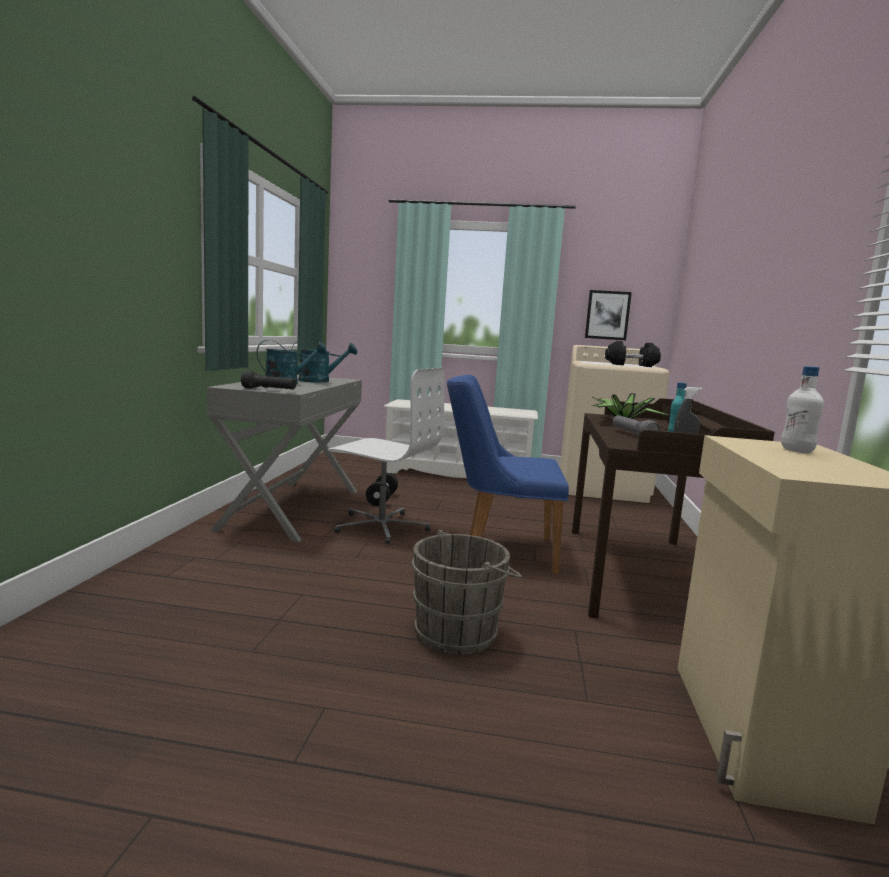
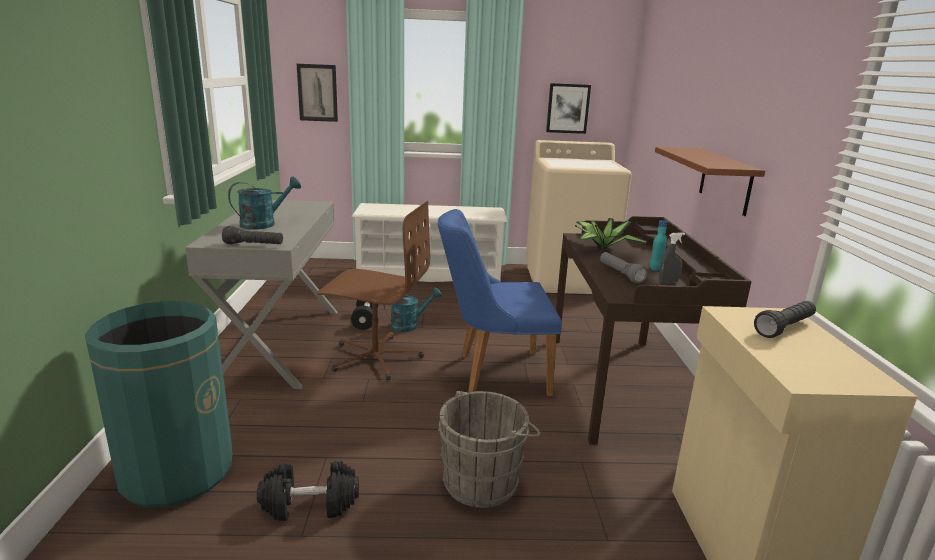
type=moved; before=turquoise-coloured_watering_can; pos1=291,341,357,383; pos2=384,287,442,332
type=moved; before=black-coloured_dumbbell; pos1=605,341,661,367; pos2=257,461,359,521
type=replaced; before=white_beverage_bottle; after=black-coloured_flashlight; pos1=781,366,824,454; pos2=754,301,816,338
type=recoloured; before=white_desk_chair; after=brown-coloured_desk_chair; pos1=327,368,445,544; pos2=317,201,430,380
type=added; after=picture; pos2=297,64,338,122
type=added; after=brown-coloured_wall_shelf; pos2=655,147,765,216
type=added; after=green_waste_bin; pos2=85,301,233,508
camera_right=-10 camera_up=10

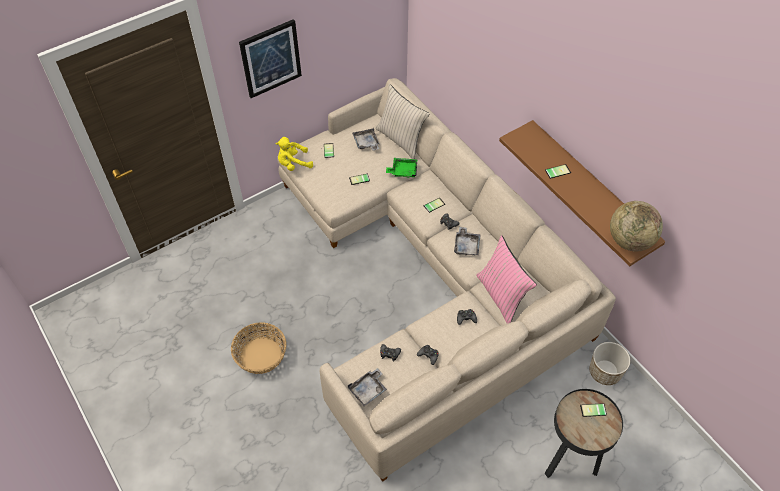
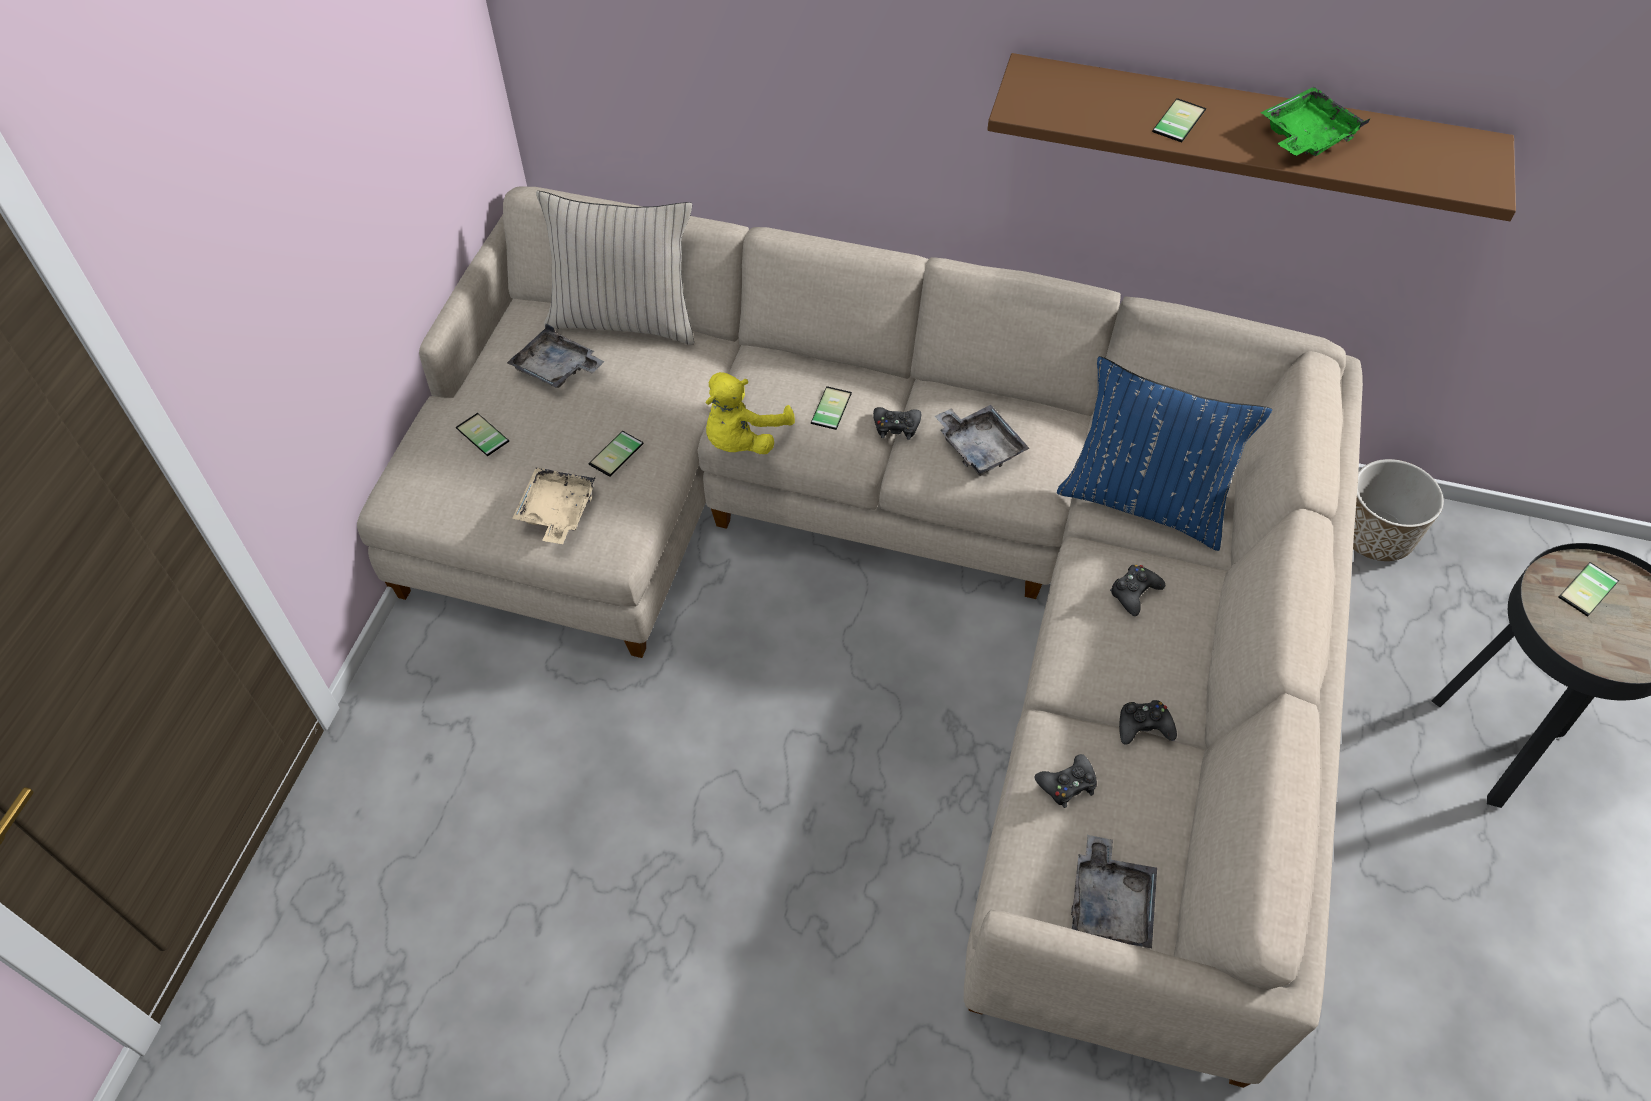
type=removed; before=picture; pos1=239,19,302,98
type=moved; before=yellow-coloured_cuddly_toy; pos1=276,137,313,171; pos2=705,372,795,454
type=moved; before=green_serving_tray; pos1=386,158,417,178; pos2=1261,87,1370,156
type=removed; before=world_globe; pos1=610,201,663,251
type=recoloured; before=pink_pillow; after=blue_pillow; pos1=477,235,537,324; pos2=1057,356,1272,551
type=removed; before=basket; pos1=231,323,286,374
type=added; after=sand-coloured_serving_tray; pos2=512,467,595,544
camera_right=-40 camera_up=0

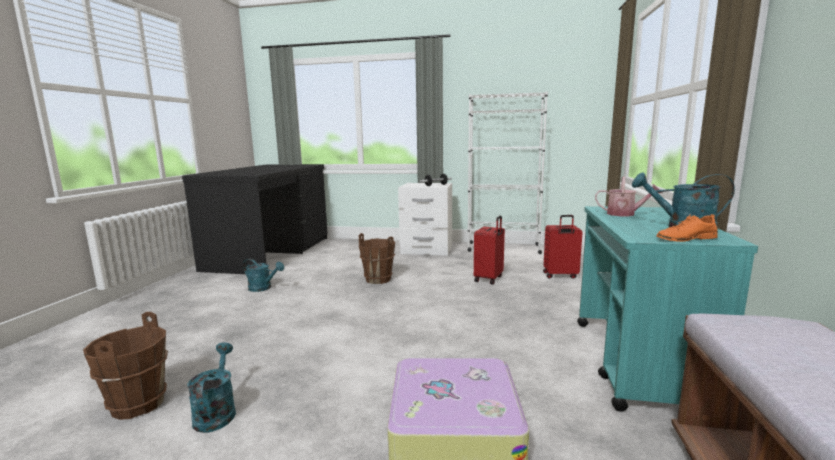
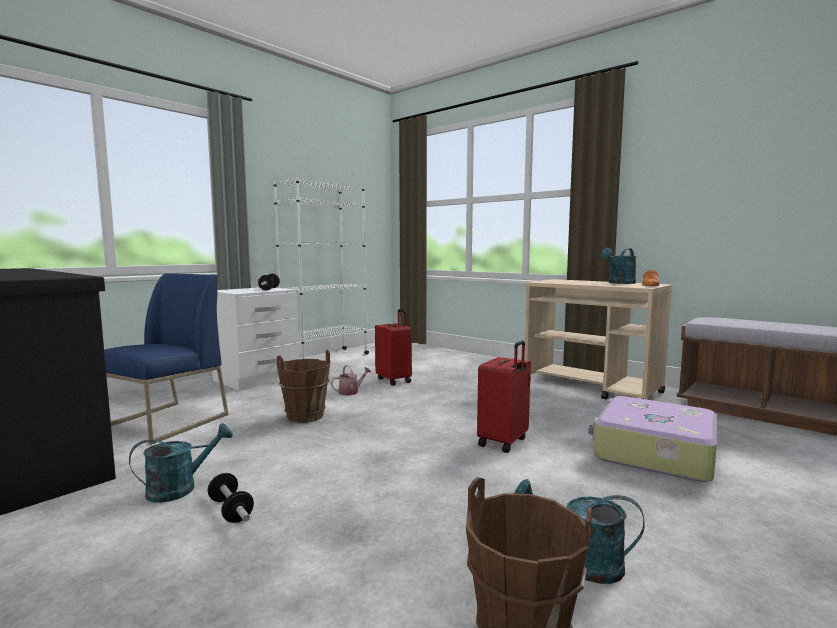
type=moved; before=watering_can; pos1=595,177,662,216; pos2=331,365,371,396
type=recoloured; before=turquoise-coloured_trolley; after=sand-coloured_trolley; pos1=577,206,758,412; pos2=524,279,673,400
type=moved; before=red_suitcase; pos1=543,215,583,279; pos2=477,340,531,453
type=added; after=blue_chair; pos2=104,273,229,445
type=added; after=dumbbell; pos2=208,473,254,523
camera_right=-60 camera_up=-5

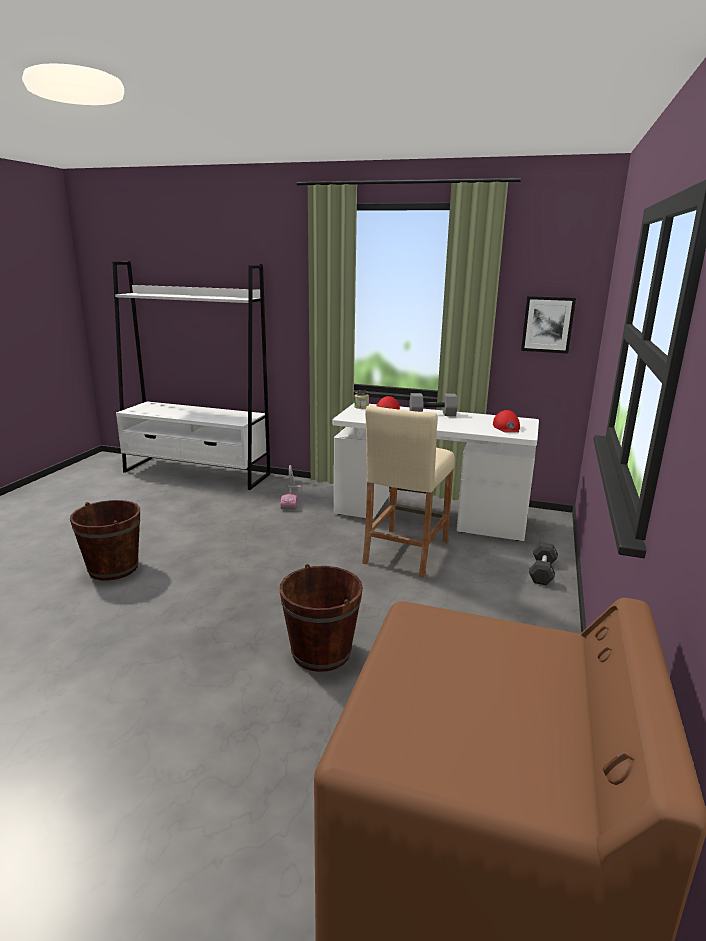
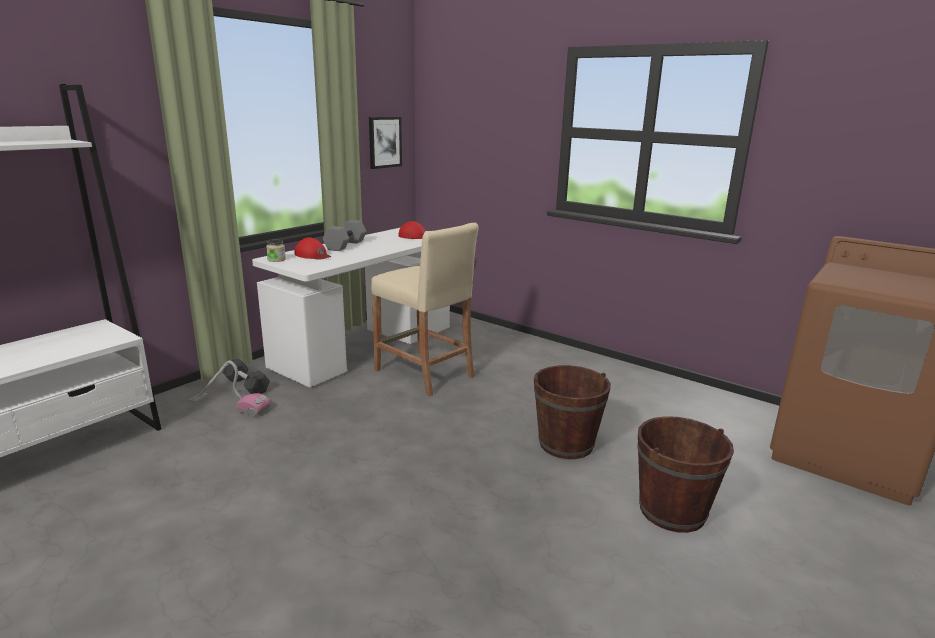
type=moved; before=brown-coloured_bucket; pos1=70,500,140,580; pos2=637,416,734,533
type=moved; before=black-coloured_dumbbell; pos1=529,542,558,586; pos2=223,359,270,394
camera_right=-70 camera_up=0

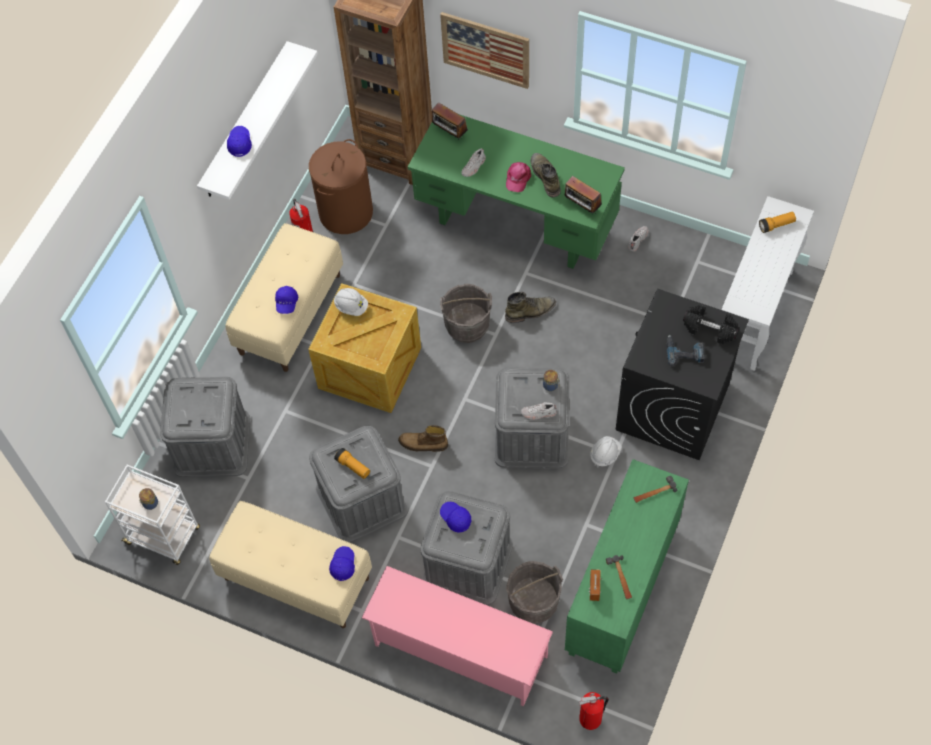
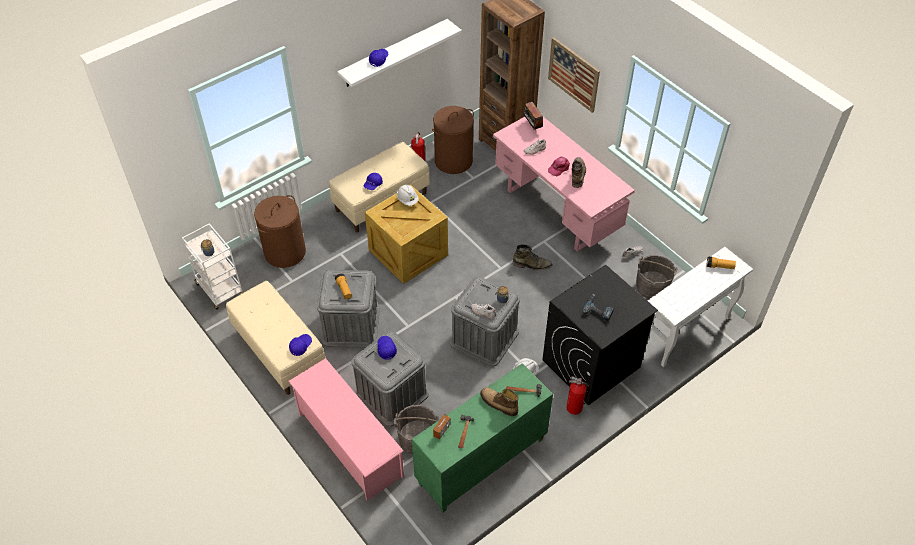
type=recoloured; before=green_desk_unit; after=pink_desk_unit; pos1=408,114,625,269; pos2=493,117,635,252
type=removed; before=radio; pos1=565,176,602,215
type=moved; before=greyish_bucket; pos1=440,284,492,343; pos2=636,255,678,299
type=removed; before=black-coloured_dumbbell; pos1=683,305,739,344
type=replaced; before=greyish_storage_container; after=brown-coloured_hamper; pos1=160,377,250,477; pos2=254,195,306,268
type=moved; before=tall_boot; pos1=398,425,448,452; pos2=480,387,518,416
type=moved; before=fire_extinguisher; pos1=579,692,609,730; pos2=567,376,590,415
camera_right=25 camera_up=-10

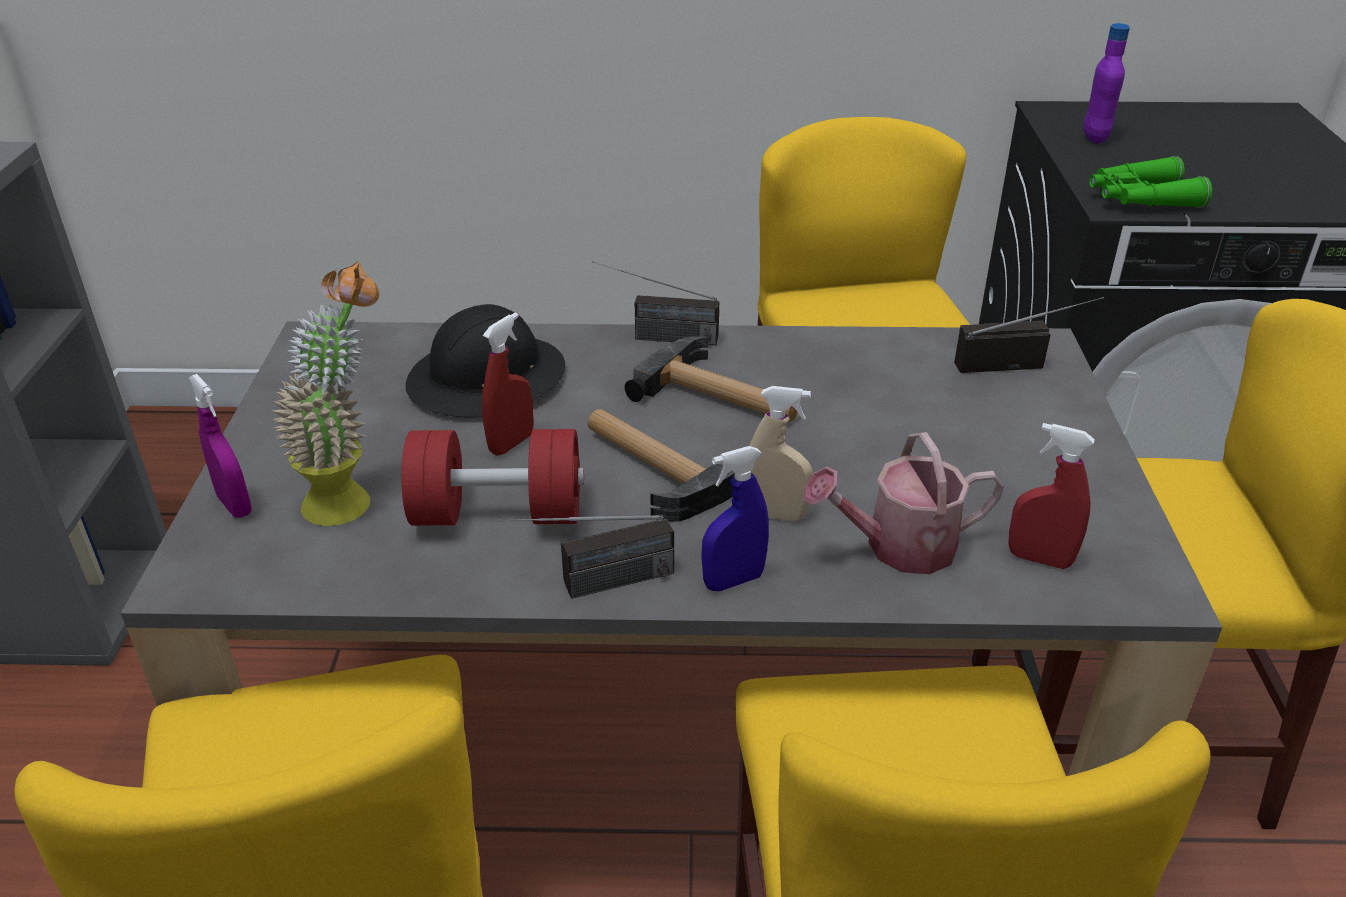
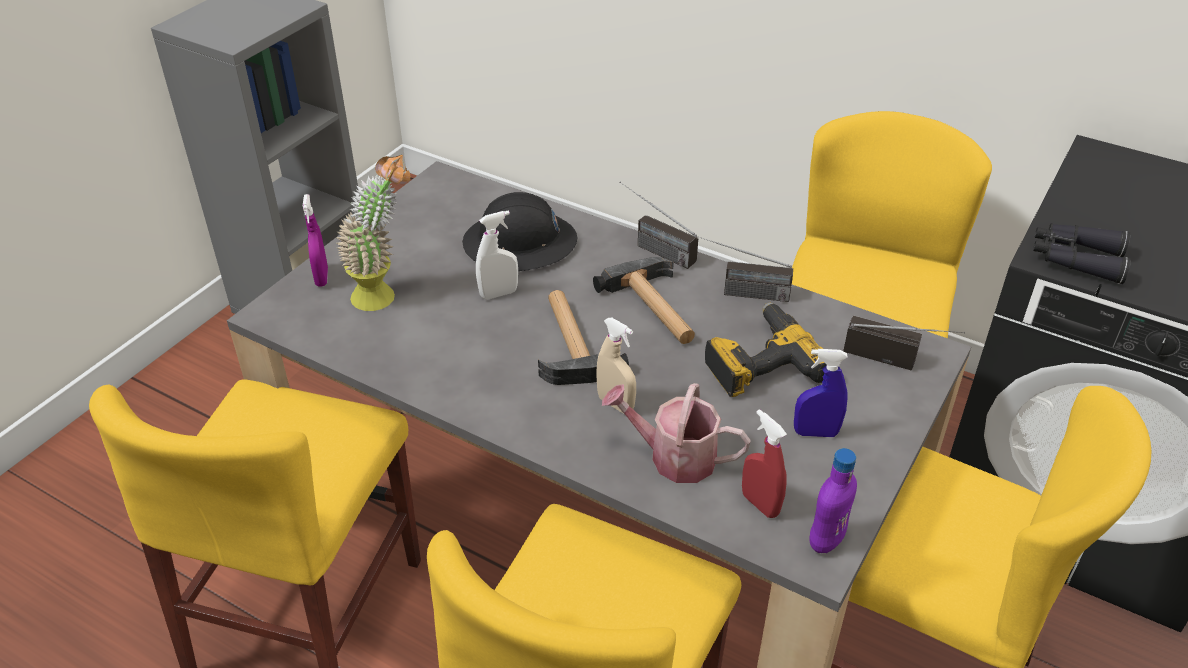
type=moved; before=purple_beverage_bottle; pos1=1083,23,1130,143; pos2=809,448,857,553
type=recoloured; before=green_binoculars; after=black-coloured_binoculars; pos1=1089,156,1212,208; pos2=1033,223,1131,284
type=recoloured; before=red_sprayer; after=white_sprayer; pos1=482,312,534,456; pos2=476,210,518,299
type=removed; before=red_dumbbell; pos1=401,429,584,526
type=moved; before=blue_sprayer; pos1=701,446,769,591; pos2=794,349,848,437
type=moved; before=radio; pos1=497,515,675,599; pos2=694,235,793,302
type=added; after=electric_drill; pos2=705,303,826,397
camera_right=30 camera_up=5

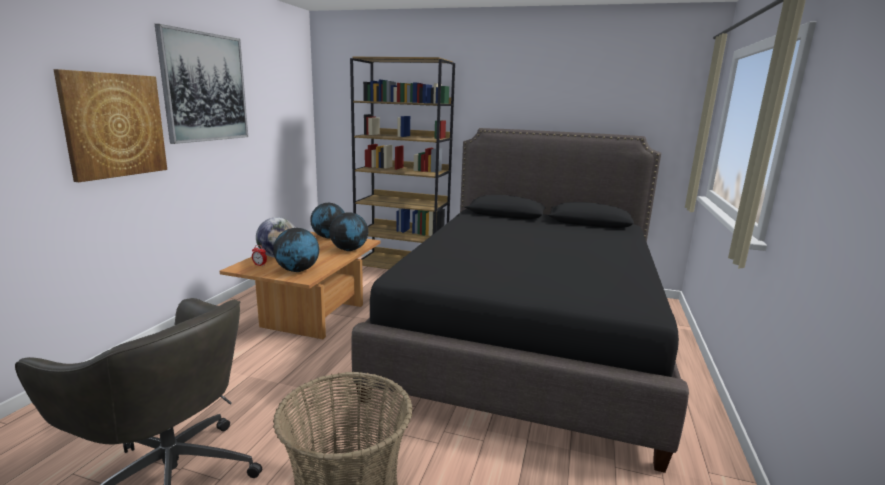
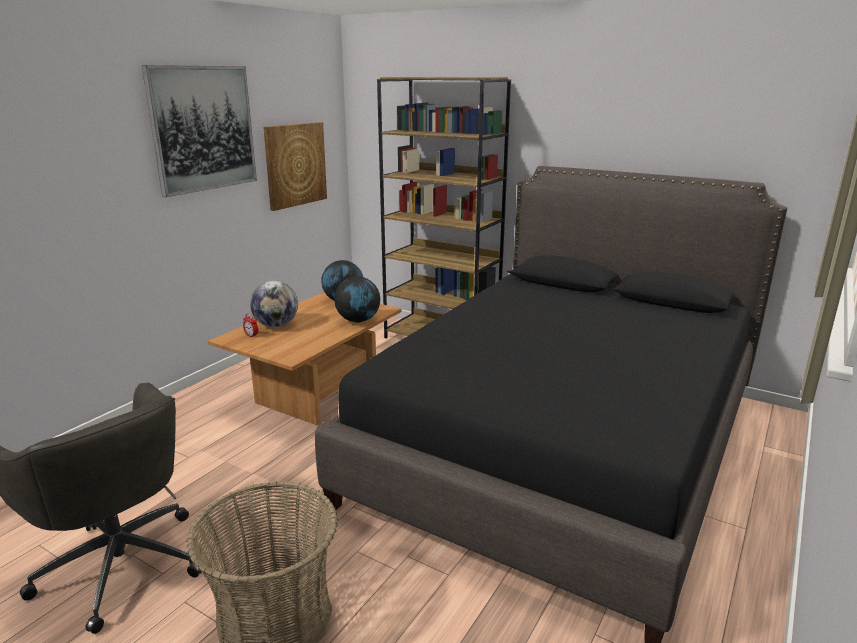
type=moved; before=picture; pos1=53,69,167,182; pos2=263,122,327,211
type=removed; before=world_globe; pos1=273,228,319,272
camera_right=15 camera_up=5

